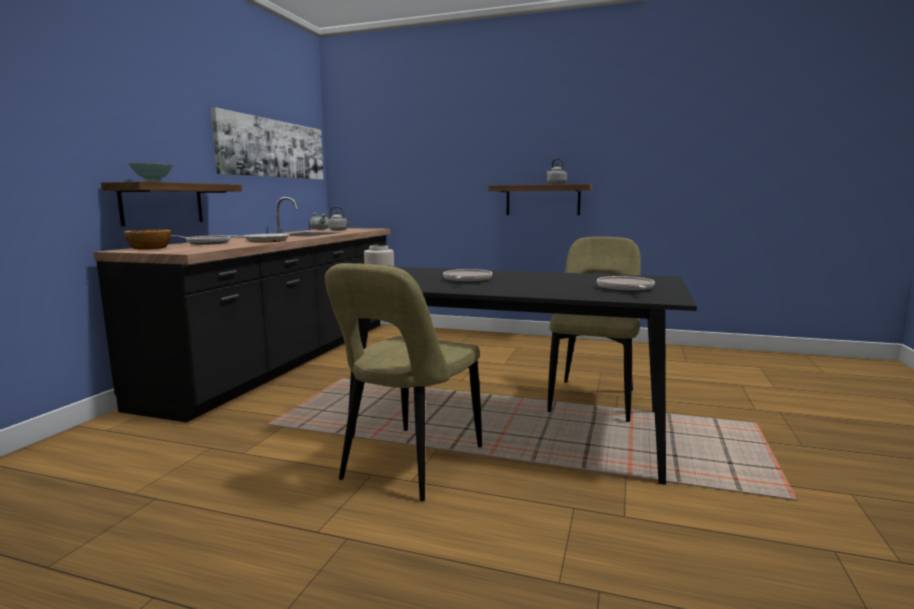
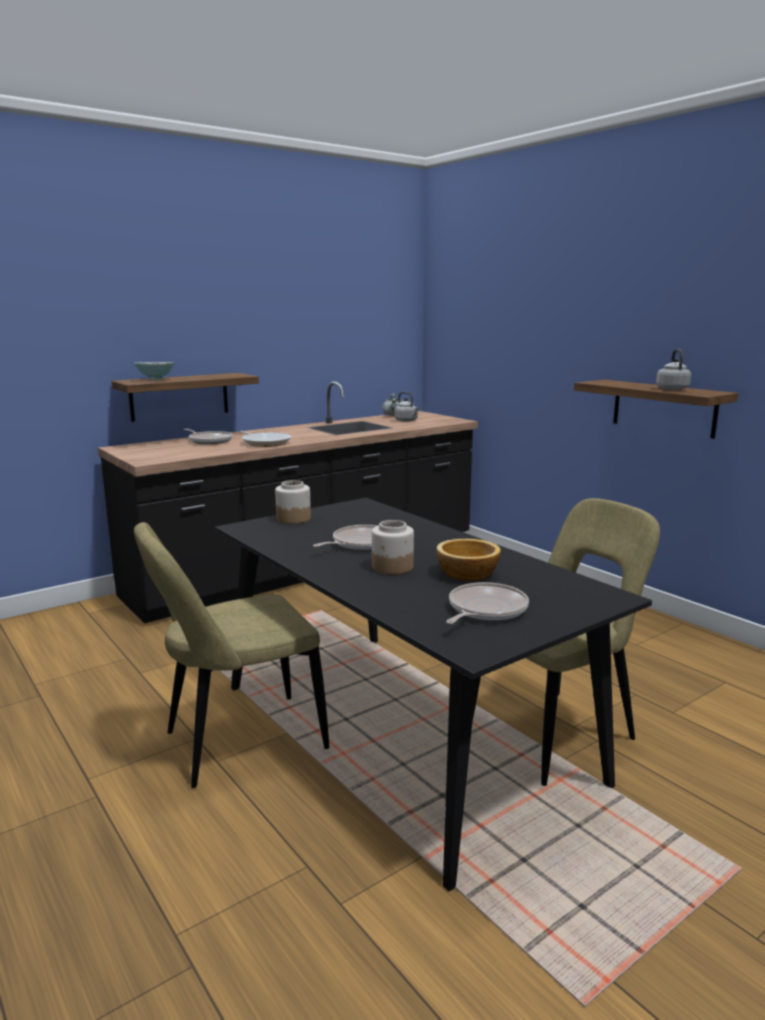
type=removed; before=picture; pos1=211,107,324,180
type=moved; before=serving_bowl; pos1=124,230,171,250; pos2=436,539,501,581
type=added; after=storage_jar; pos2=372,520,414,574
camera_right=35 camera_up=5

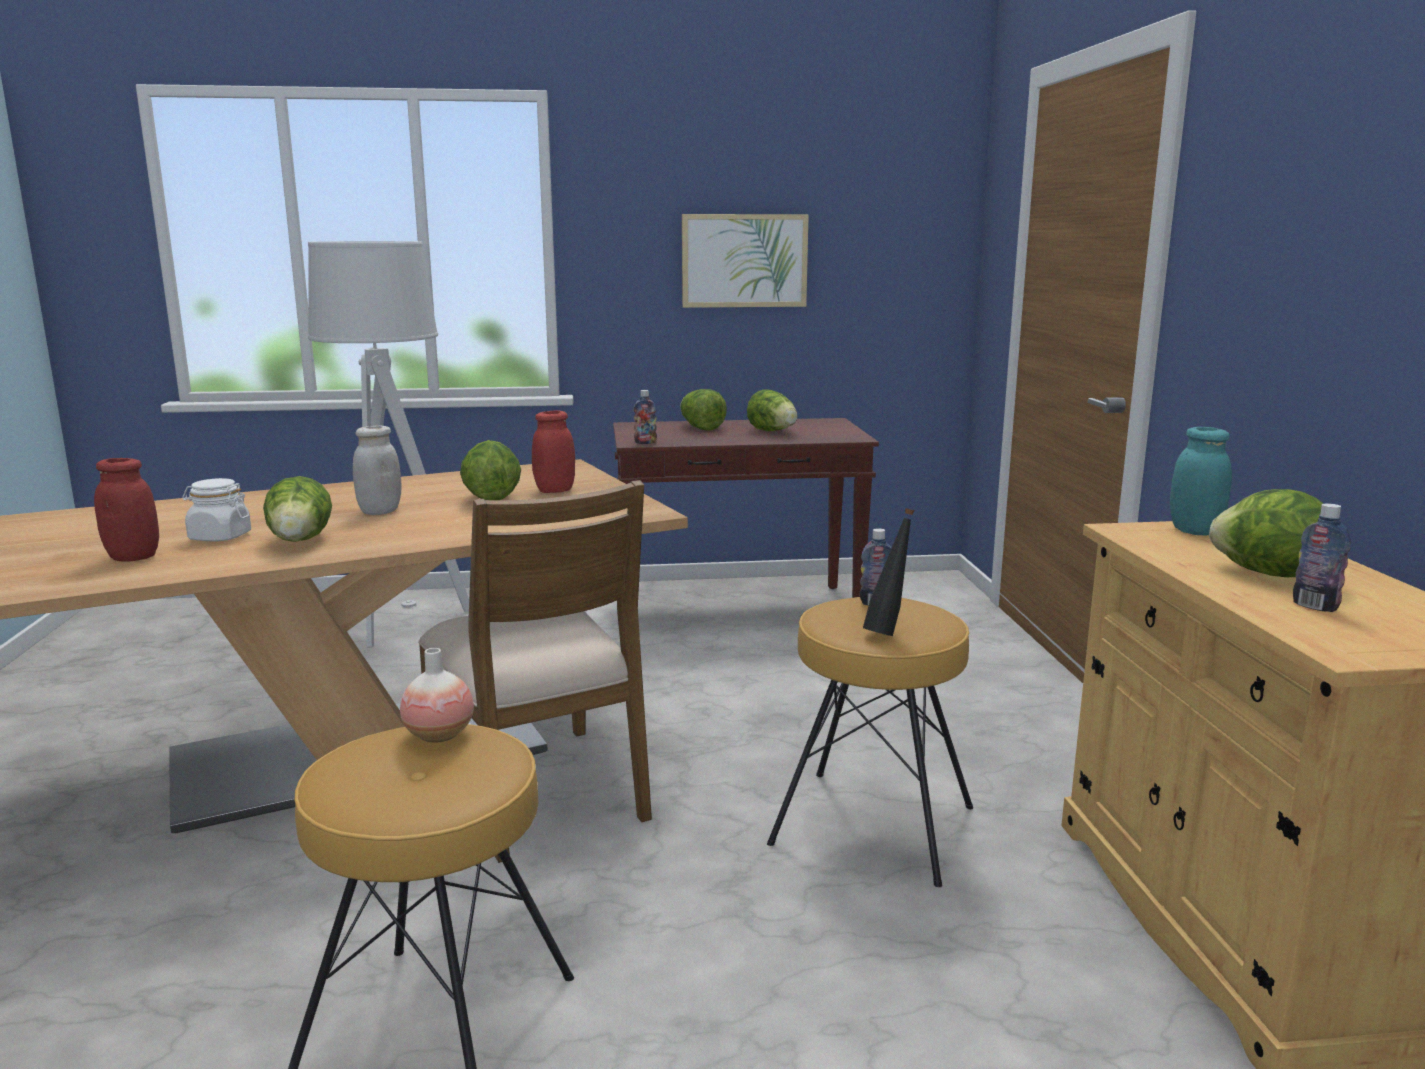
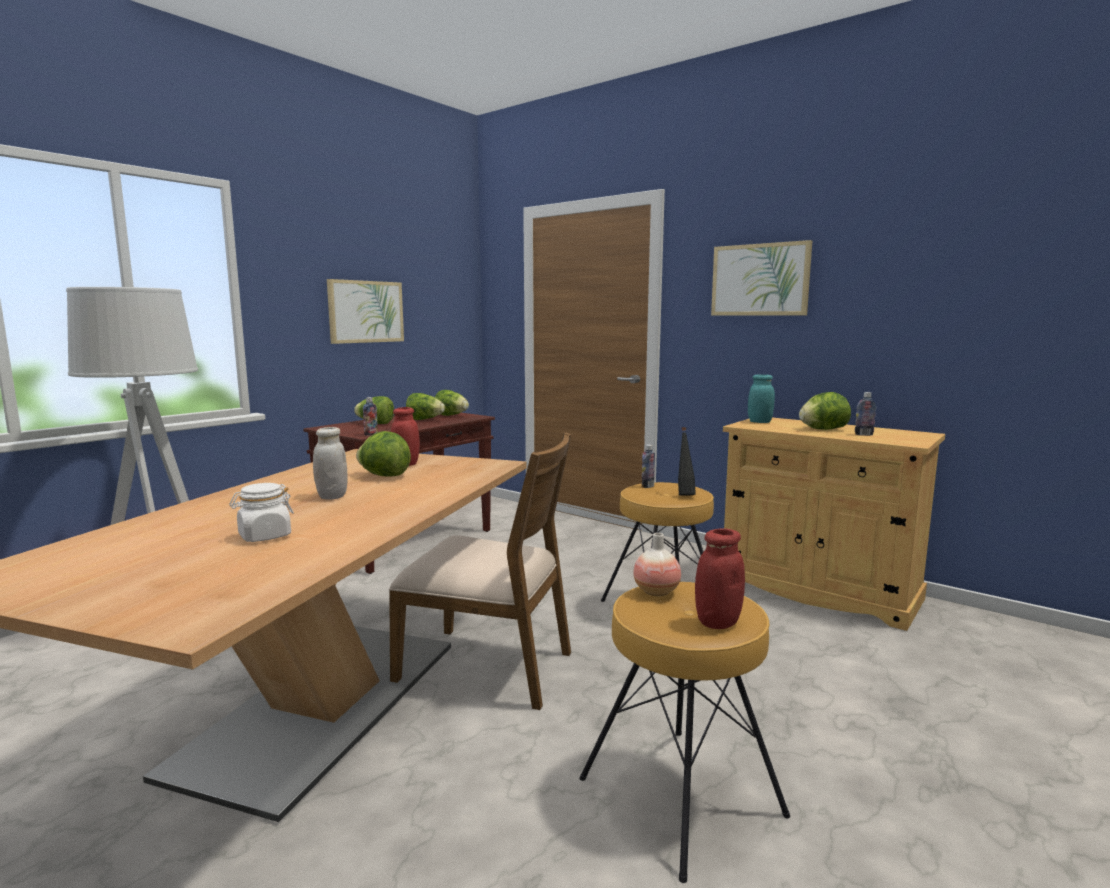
type=moved; before=red_storage_jar; pos1=94,458,159,561; pos2=695,528,745,629
type=moved; before=lettuce_head; pos1=263,476,332,542; pos2=435,390,469,416
type=added; after=picture; pos2=711,240,812,316
camera_right=-45 camera_up=-5

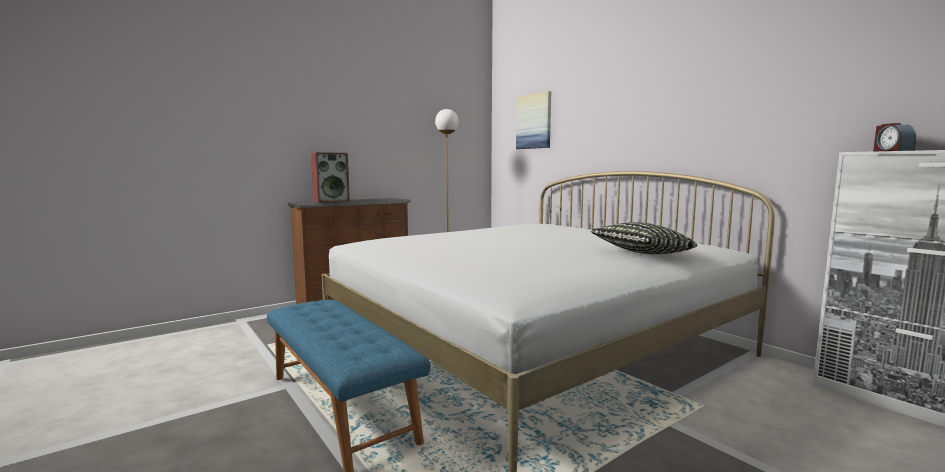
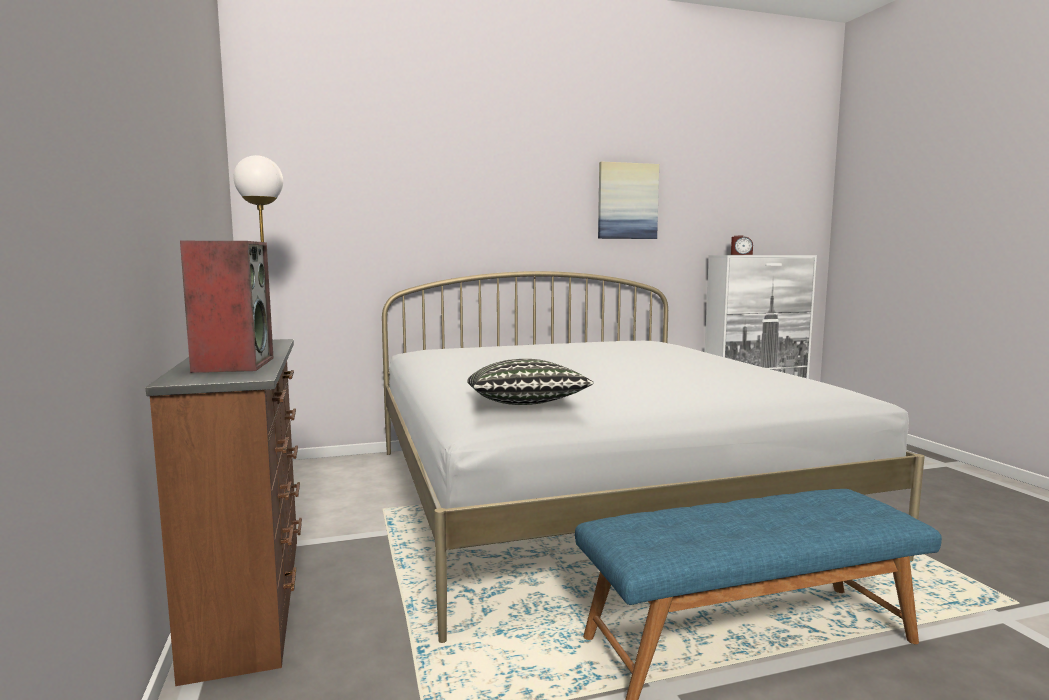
type=moved; before=picture; pos1=516,91,551,149; pos2=598,161,659,239
type=moved; before=pillow; pos1=590,222,697,254; pos2=467,359,594,405
camera_right=-70 camera_up=0

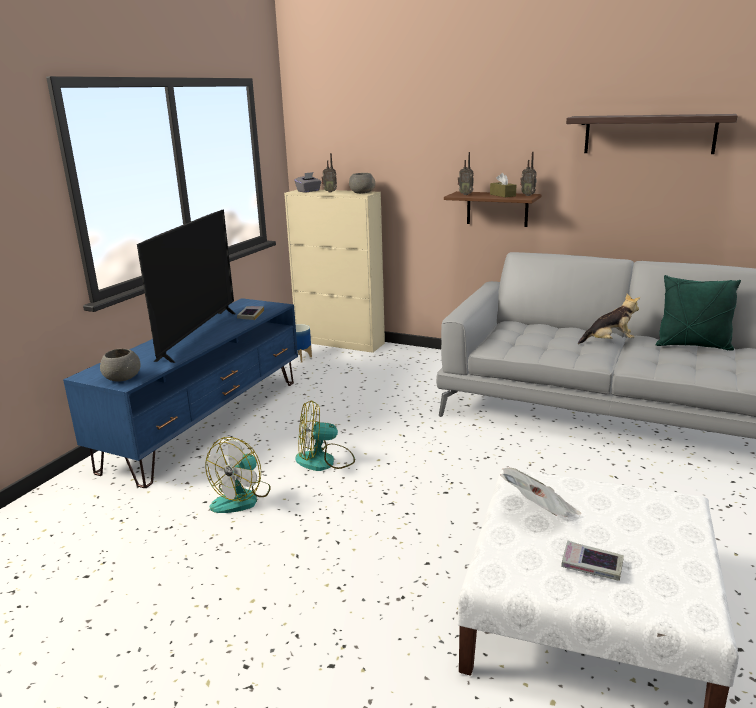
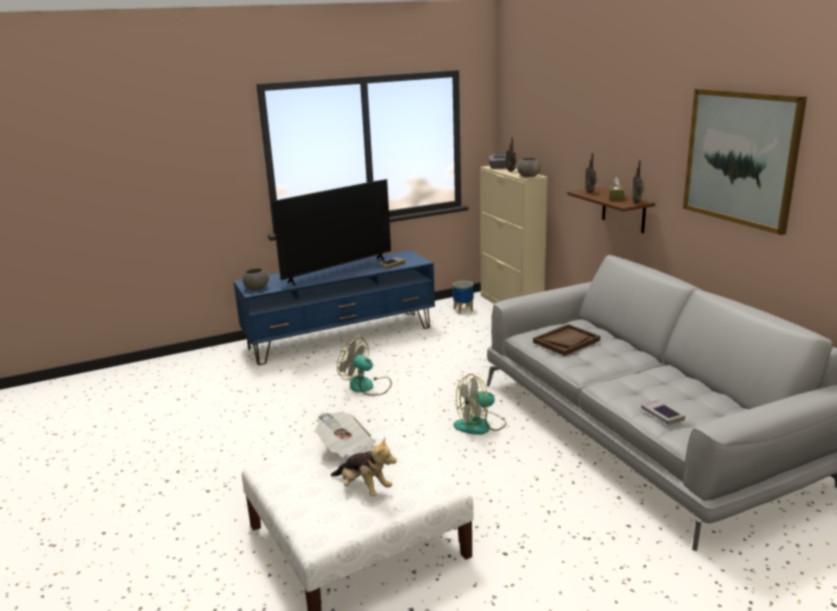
type=replaced; before=wall_shelf; after=picture; pos1=566,114,738,154; pos2=683,88,807,235
type=removed; before=green_pillow; pos1=656,275,741,351
type=moved; before=cuddly_toy; pos1=578,294,640,344; pos2=330,437,397,496
type=moved; before=cooling_fan; pos1=205,437,271,513; pos2=453,374,507,435
type=moved; before=bound_book; pos1=561,541,624,581; pos2=641,399,685,424
type=added; after=brown-coloured_serving_tray; pos2=533,324,600,356
camera_right=40 camera_up=0

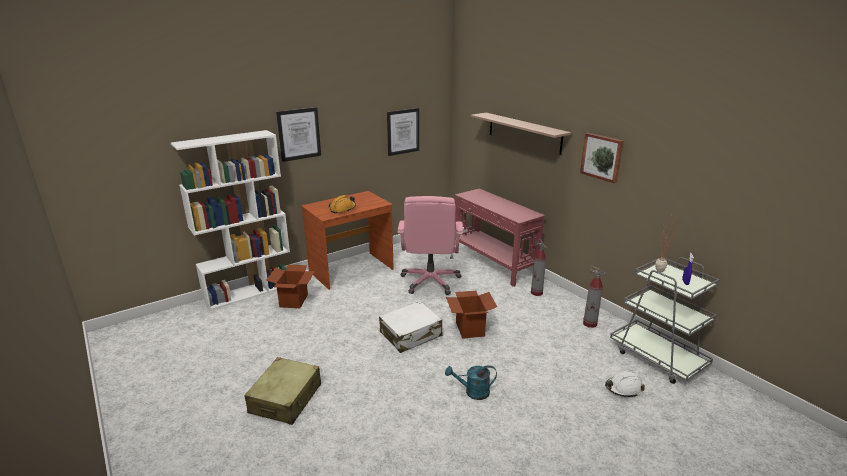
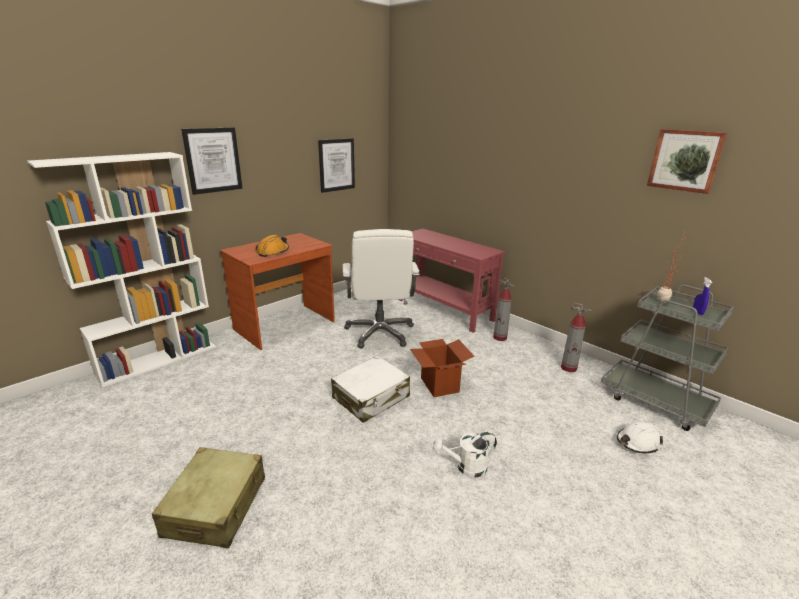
type=removed; before=wall_shelf; pos1=471,113,571,155
type=moved; before=picture; pos1=580,133,624,183; pos2=647,129,728,194
type=recoloured; before=pink_desk_chair; after=white_desk_chair; pos1=397,196,463,295; pos2=343,229,420,348
type=removed; before=packing_box; pos1=266,265,315,308
type=recoloured; before=turquoise-coloured_watering_can; after=white_watering_can; pos1=445,365,497,400; pos2=433,432,497,478
camera_right=-10 camera_up=0

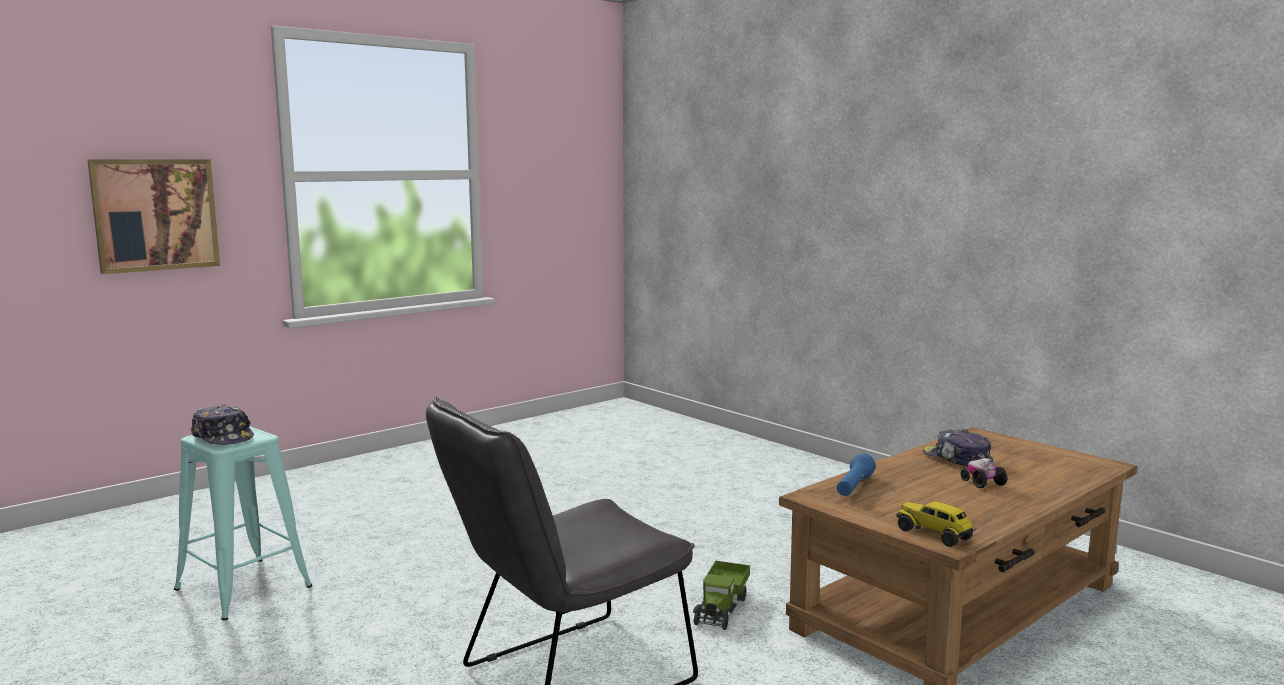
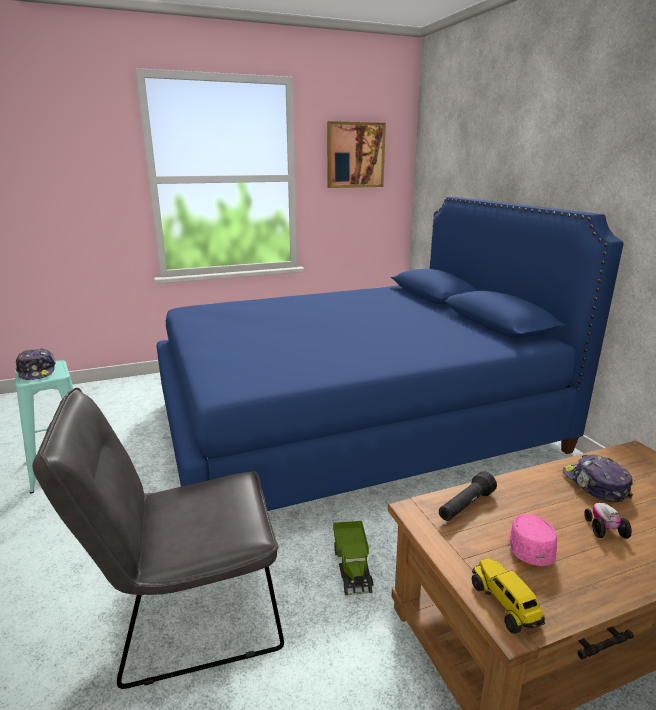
type=moved; before=picture; pos1=87,160,220,274; pos2=327,121,386,188
type=recoloured; before=blue_flashlight; after=black-coloured_flashlight; pos1=837,453,876,496; pos2=439,471,497,521
type=turned; before=model_truck; pos1=693,561,750,630; pos2=333,521,374,595; turn=-45
type=added; after=blue_bed; pos2=156,197,623,511
type=added; after=pink_peaked_cap; pos2=509,514,557,566
camera_right=20 camera_up=10

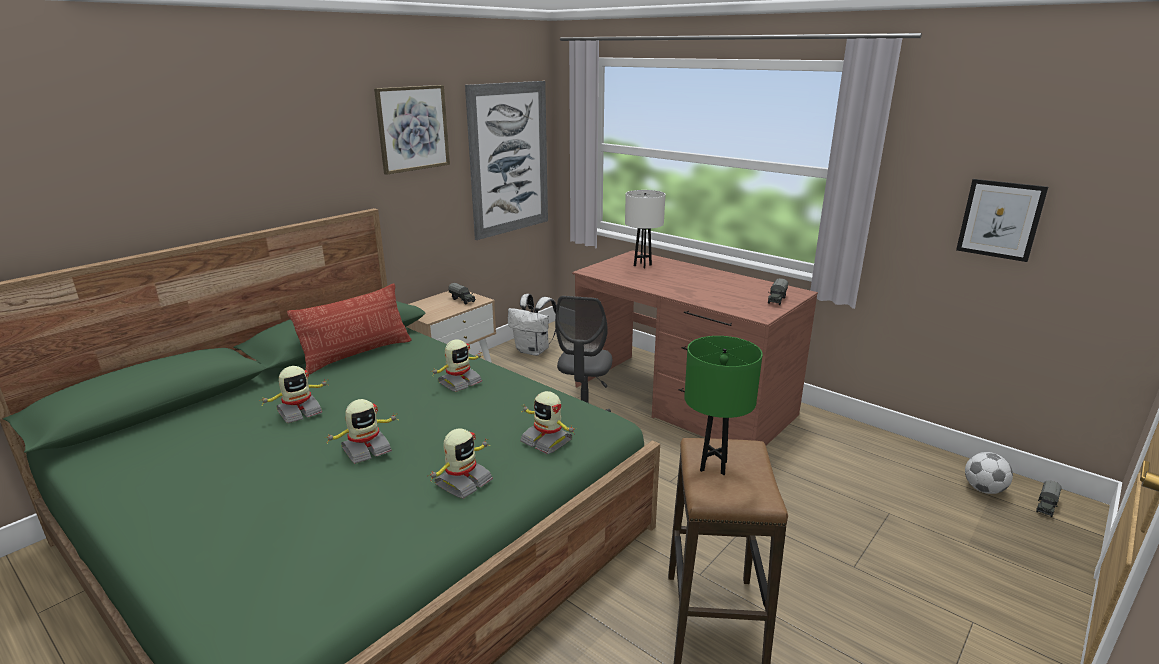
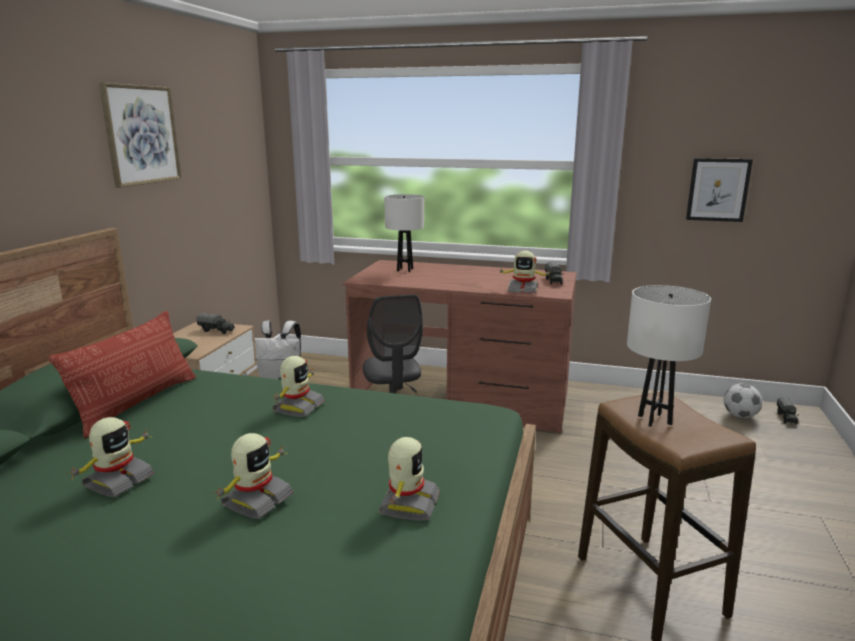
type=removed; before=picture; pos1=465,81,548,240
type=recoloured; before=green_table_lamp; after=white_table_lamp; pos1=684,336,763,475; pos2=627,285,711,427
type=moved; before=toy_robot; pos1=520,391,577,454; pos2=497,251,550,294
camera_right=-25 camera_up=-5

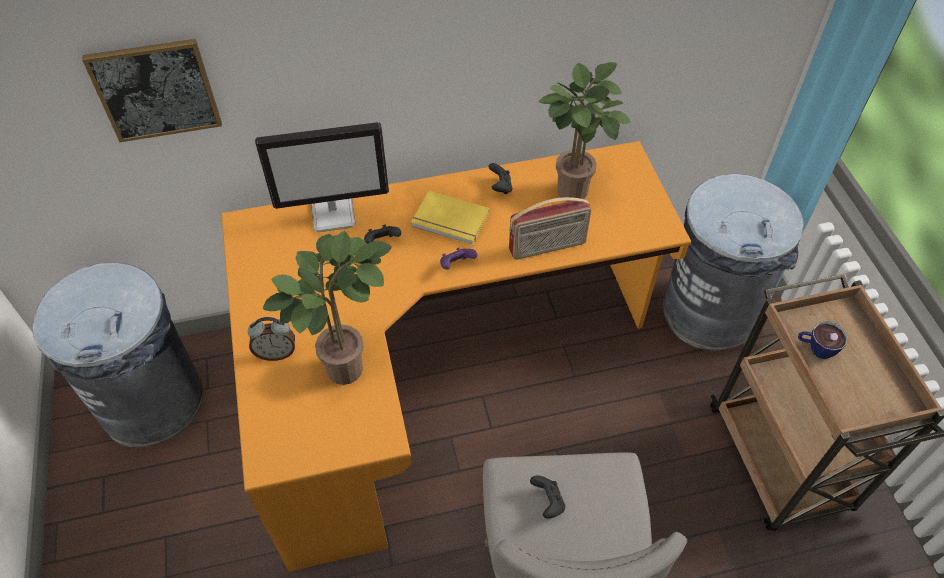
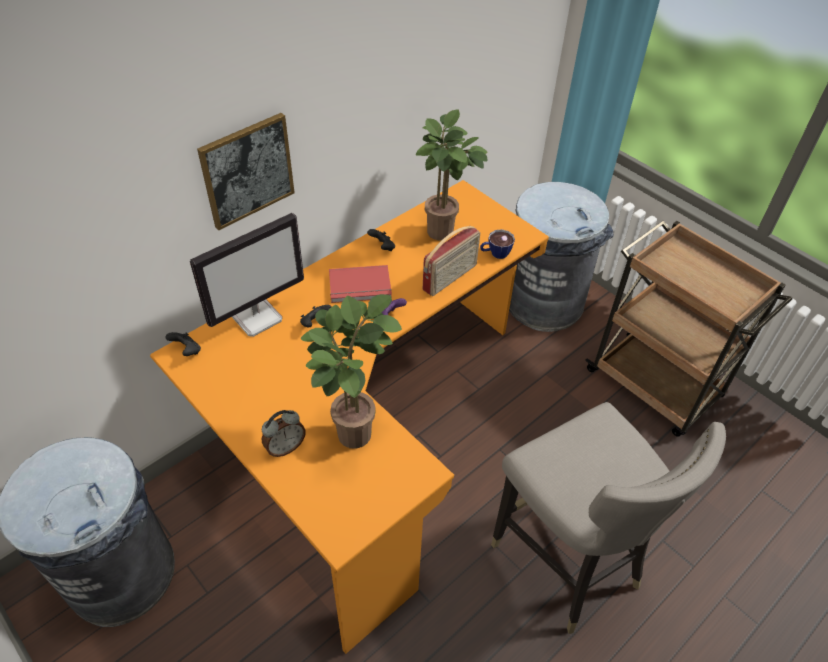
type=moved; before=picture; pos1=82,39,222,142; pos2=197,113,295,230
type=recoloured; before=yellow-coloured_bound_book; after=red_bound_book; pos1=411,191,490,246; pos2=329,265,392,303
type=moved; before=cup; pos1=798,321,848,359; pos2=480,229,515,259
type=moved; before=black-coloured_game_controller; pos1=530,476,565,518; pos2=165,332,201,356
camera_right=-30 camera_up=-5

